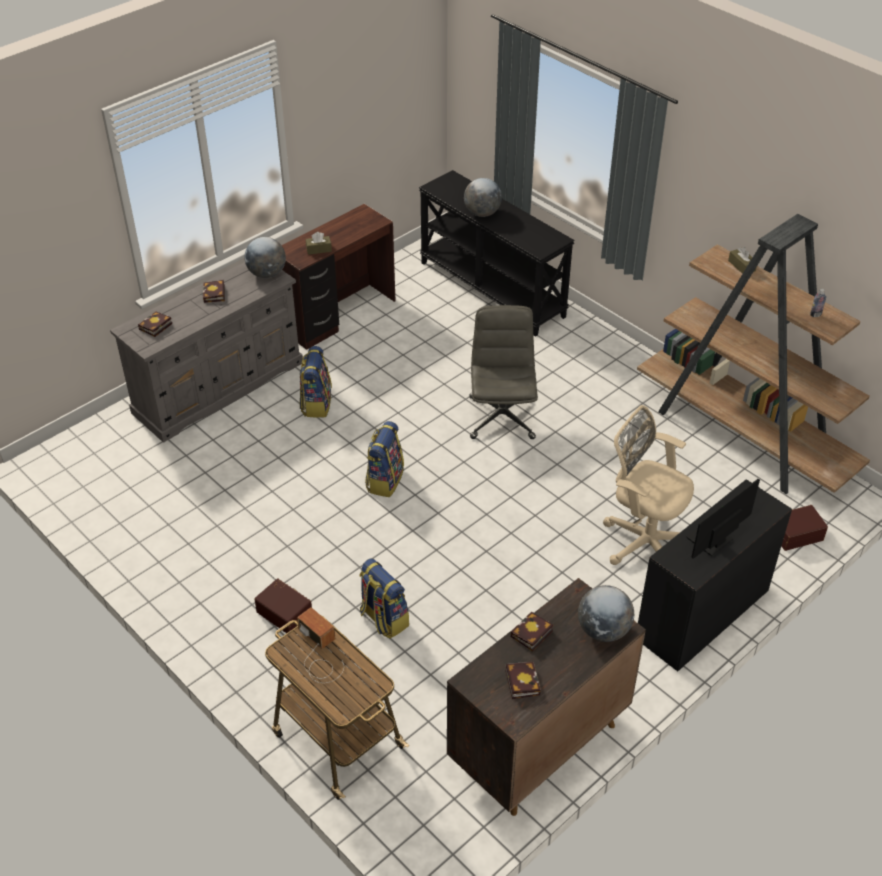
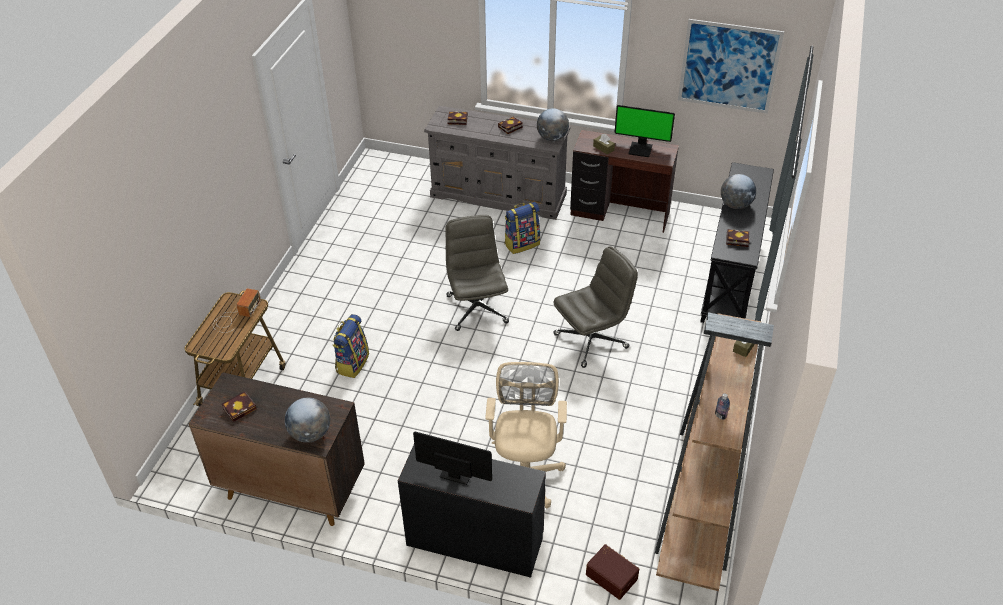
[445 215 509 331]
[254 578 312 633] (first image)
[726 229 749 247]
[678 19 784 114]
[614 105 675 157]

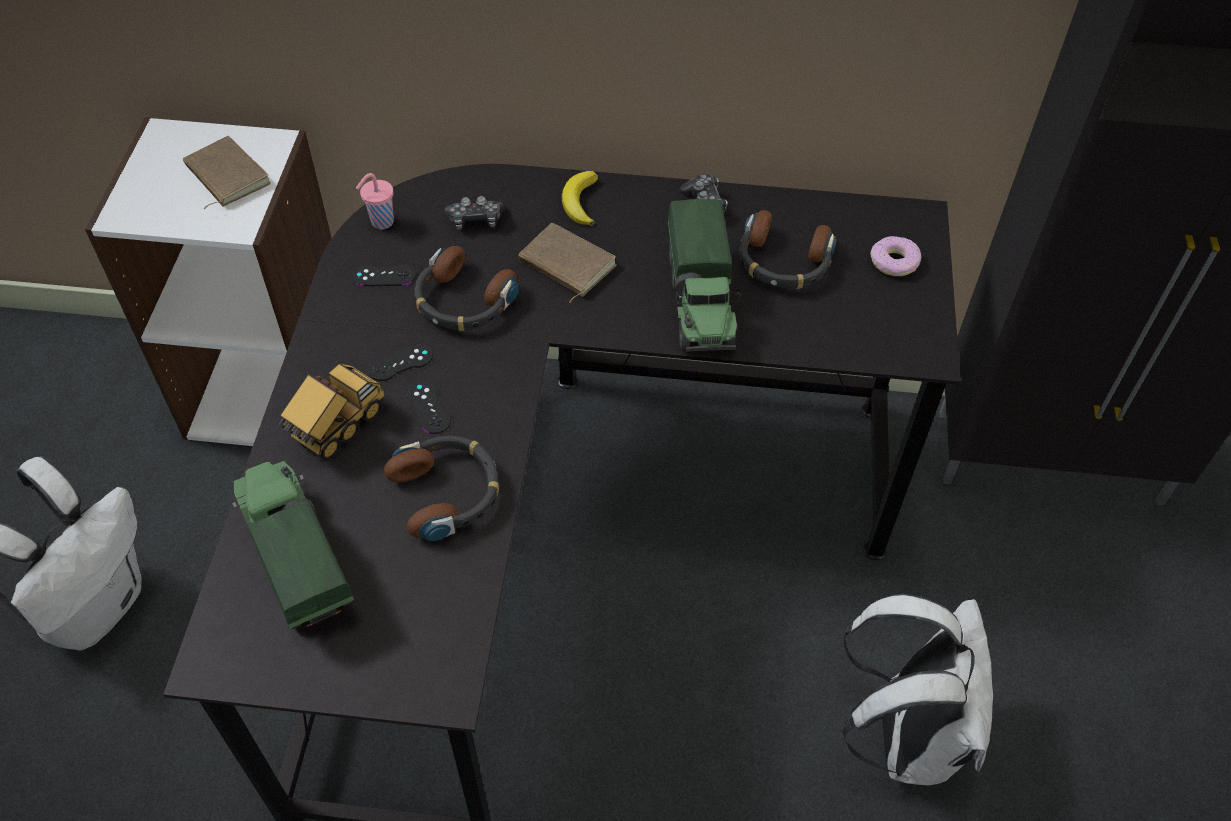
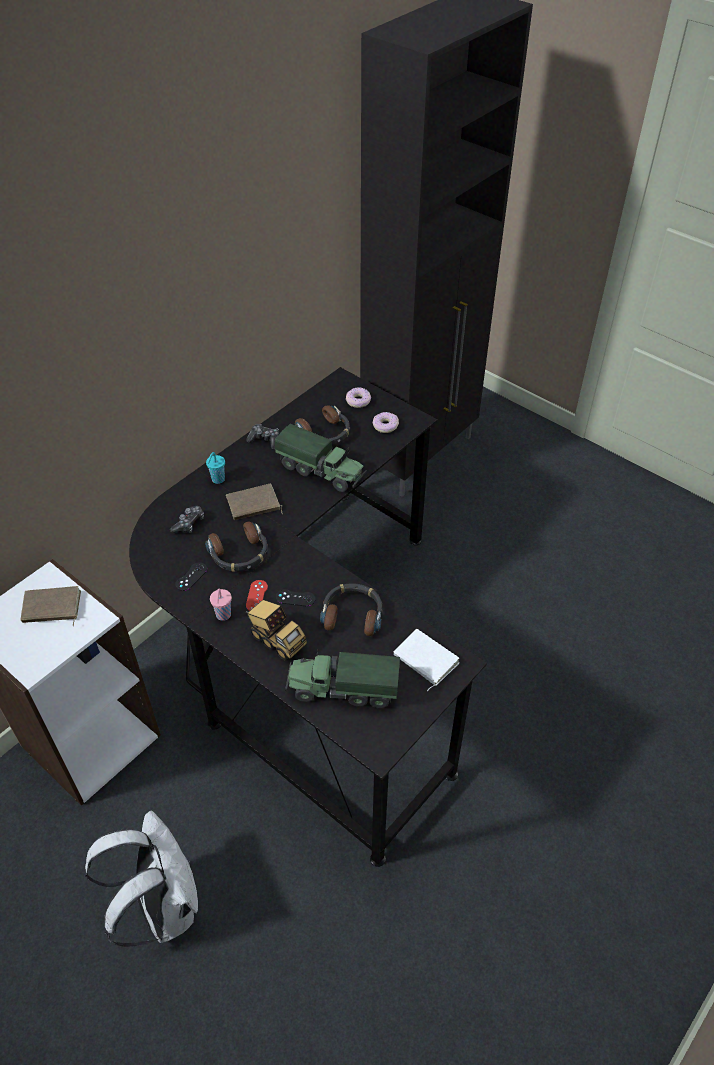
[206 452 225 484]
[210 589 232 621]
[246 580 268 611]
[246 600 307 660]
[842 594 993 786] (first image)
[372 412 399 433]
[394 629 460 692]

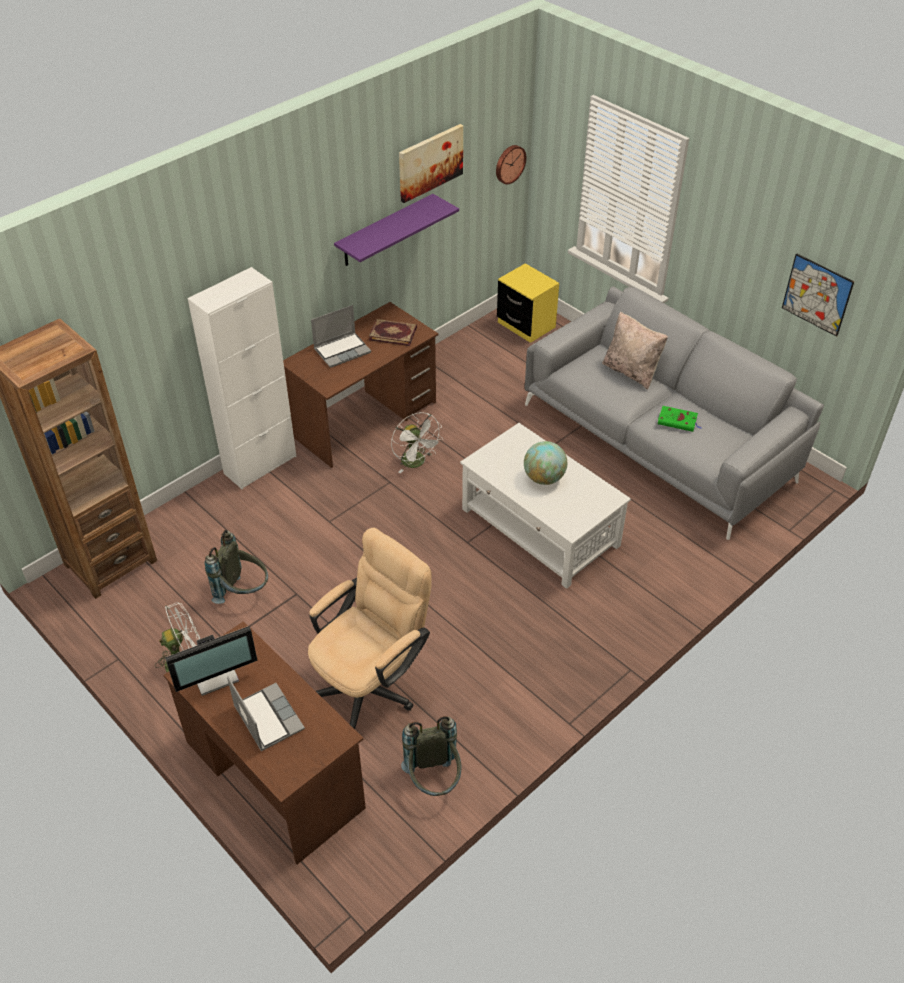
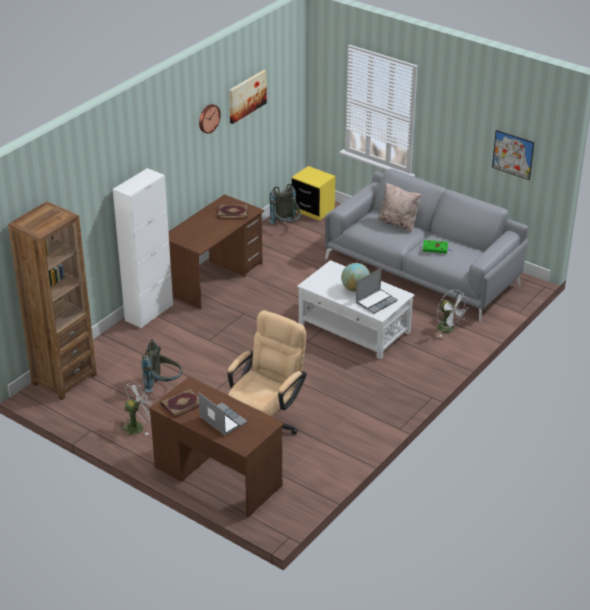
[199 104 221 134]
[334 194 459 266] (first image)
[356 268 398 314]
[437 290 469 337]
[161 389 199 418]
[269 184 301 224]

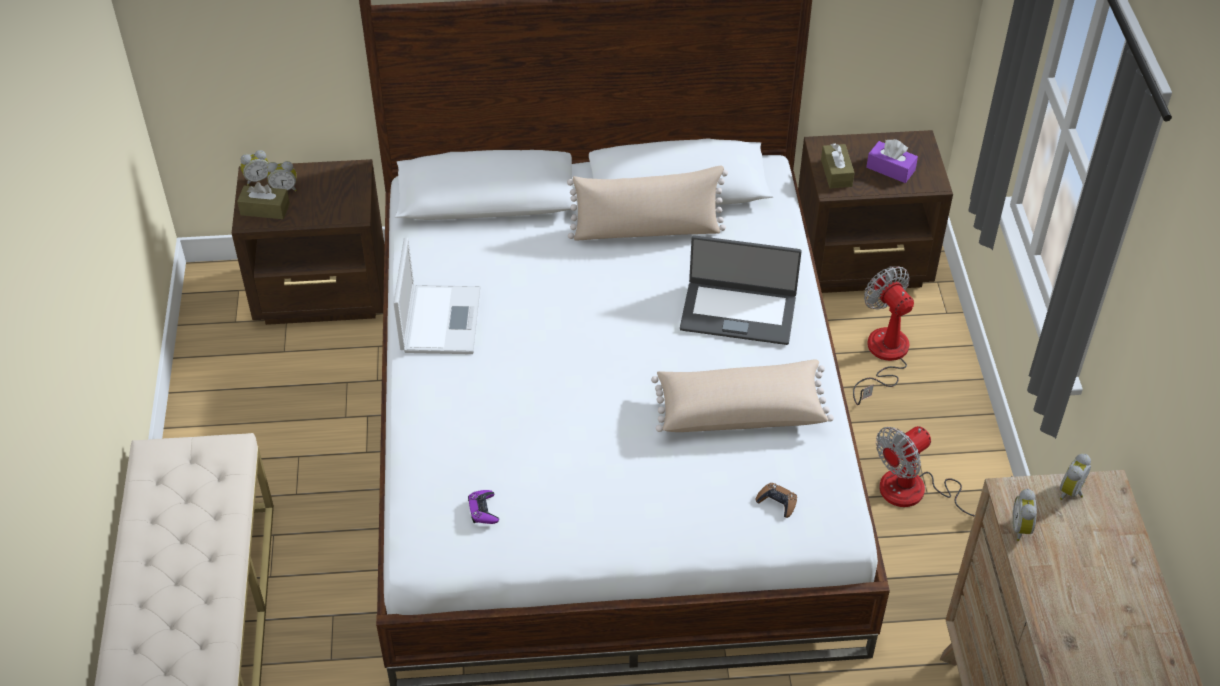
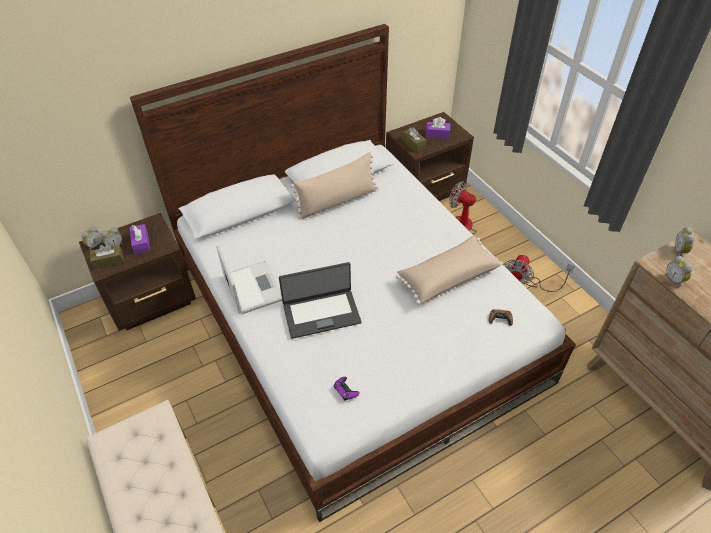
[279 262 362 339]
[130 224 150 254]

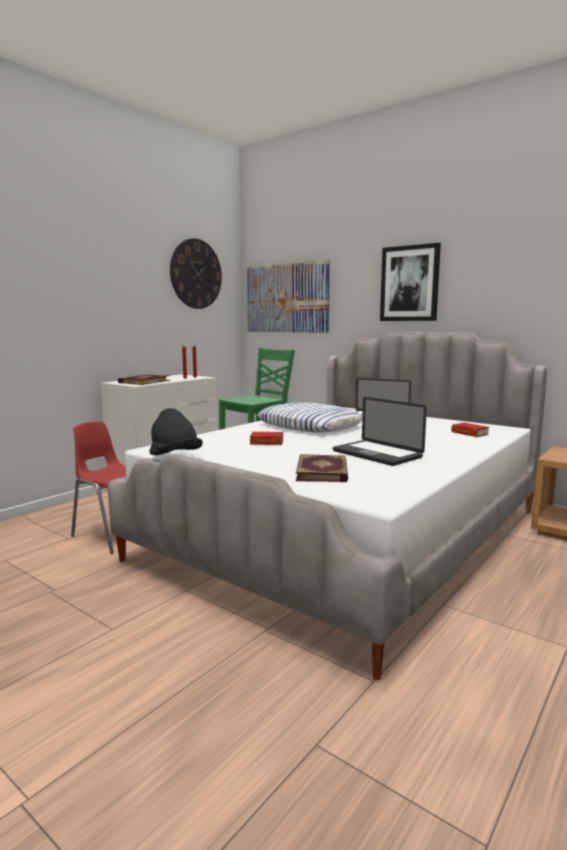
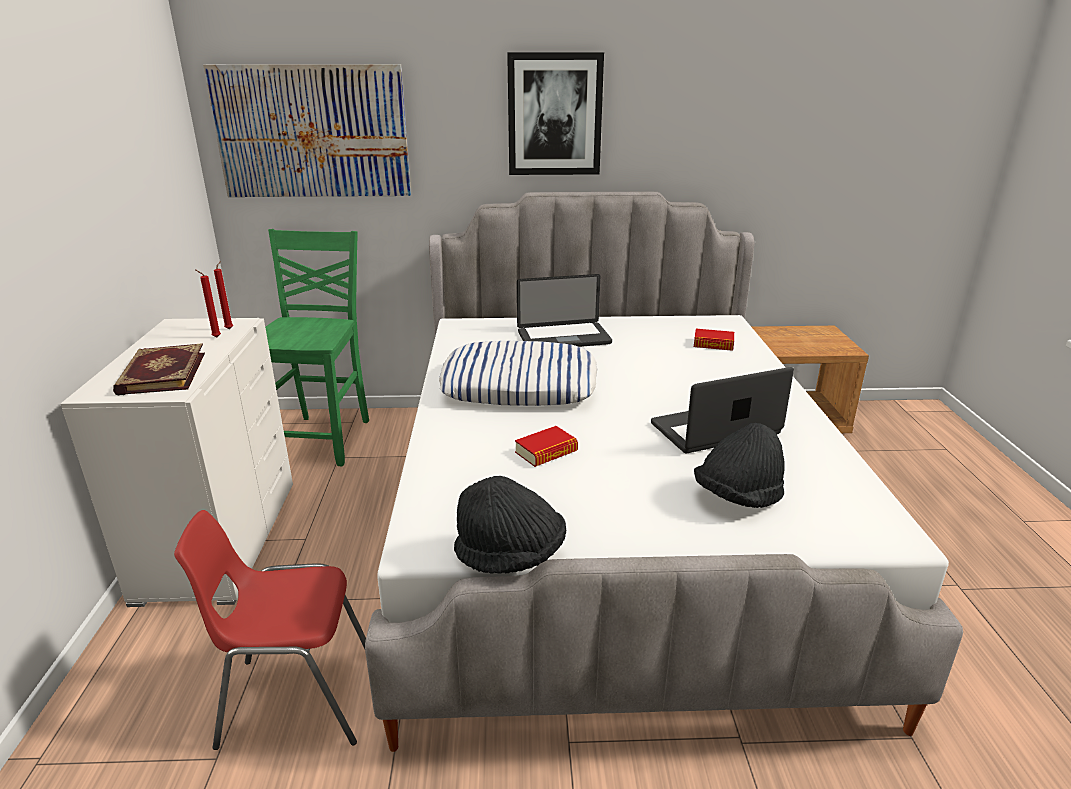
[170 238 222 309] (first image)
[651 367 794 453]
[694 423 785 508]

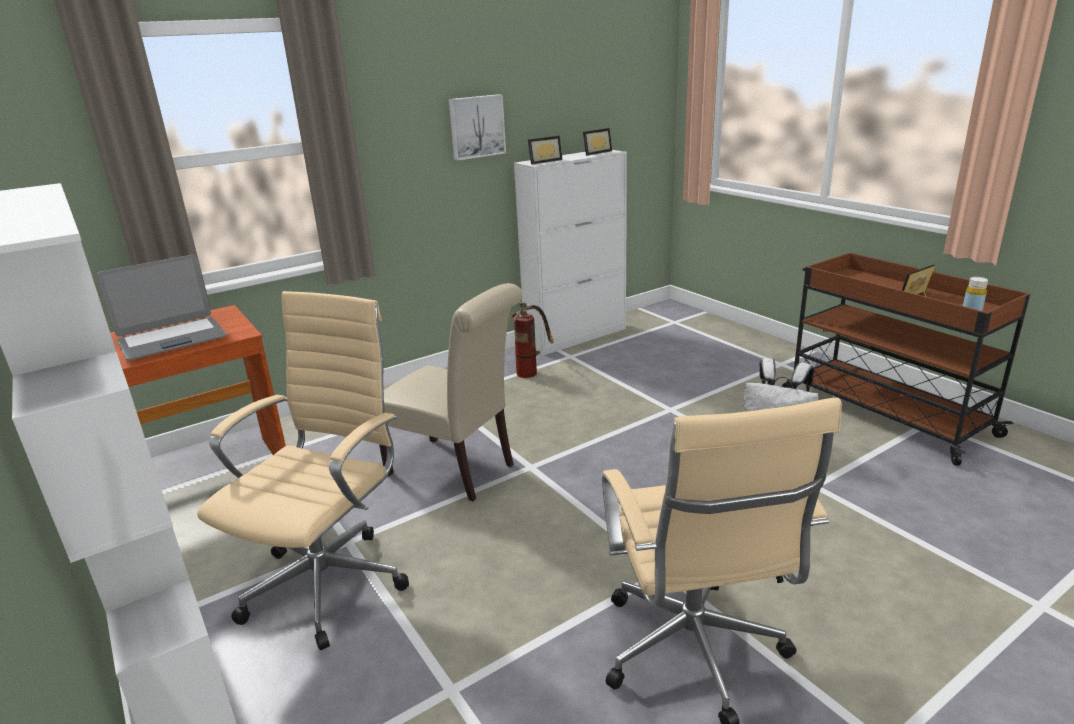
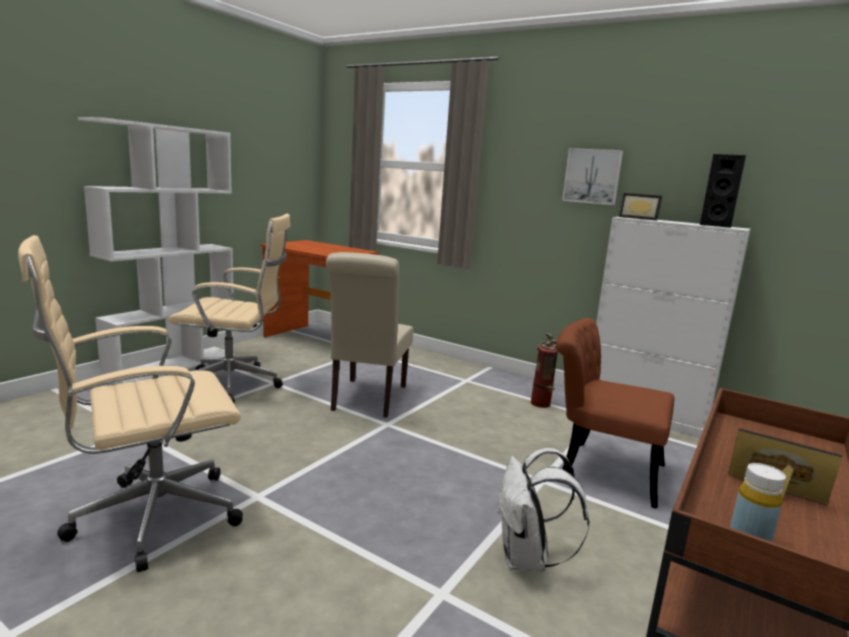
[699 154 746 228]
[97 254 227 360] (first image)
[556 318 674 509]

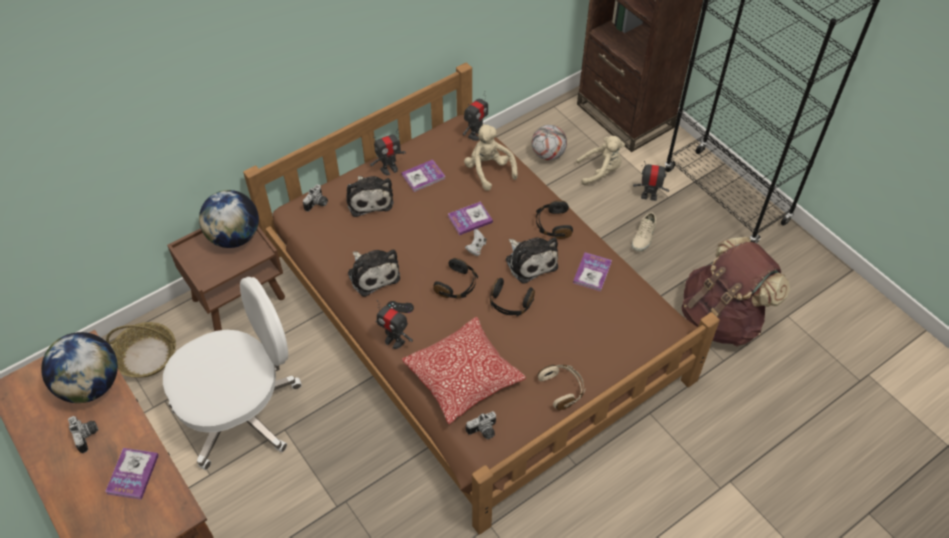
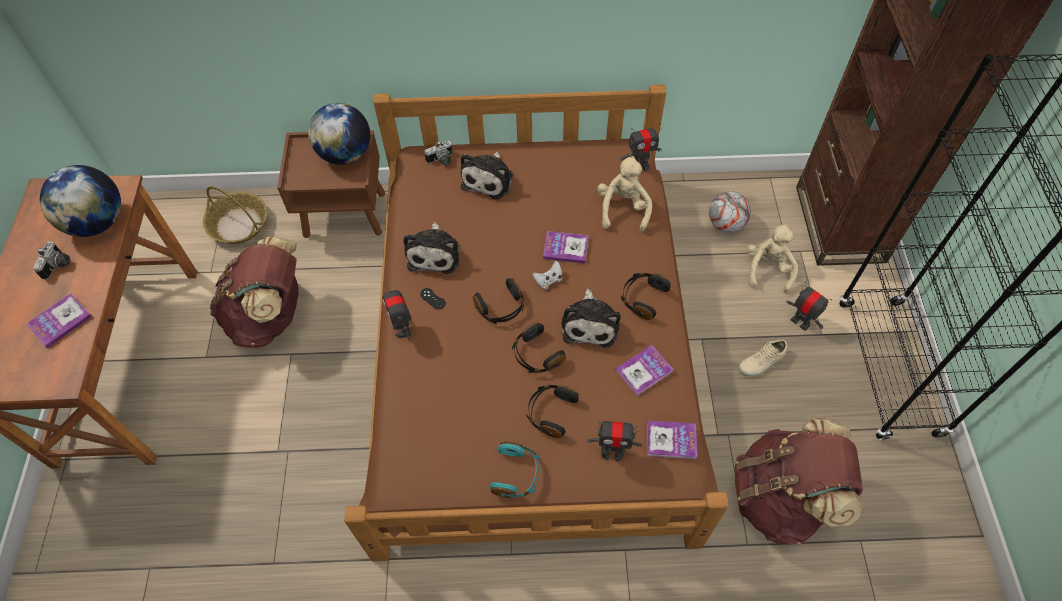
[587 421 642 462]
[747 224 798 293]
[647 420 697 459]
[210 237 299 348]
[402 317 526 424] (first image)
[490 442 541 498]
[466 411 496 439] (first image)
[526 385 579 438]

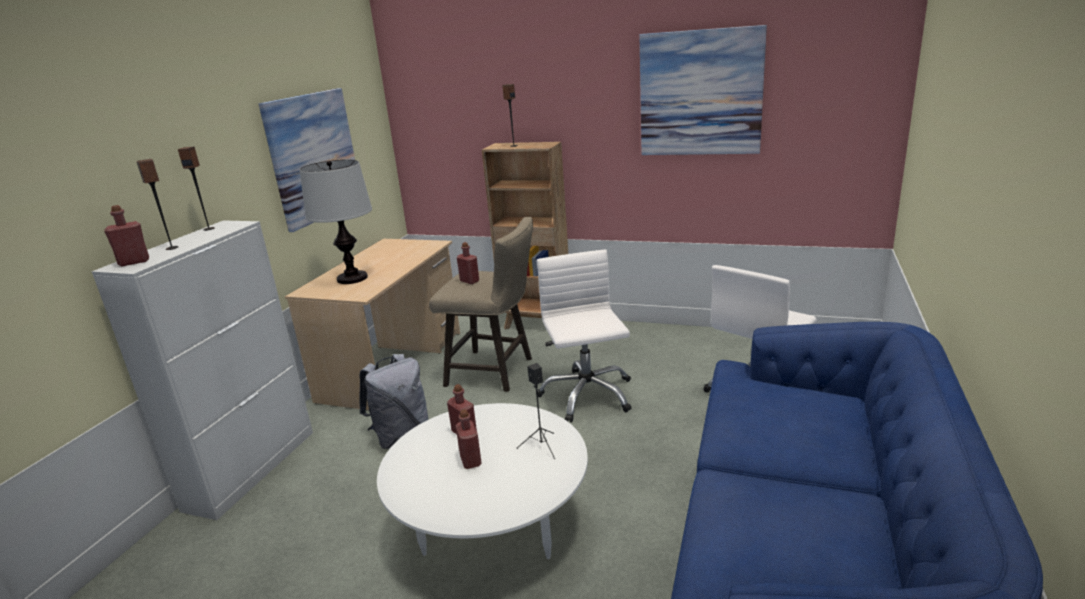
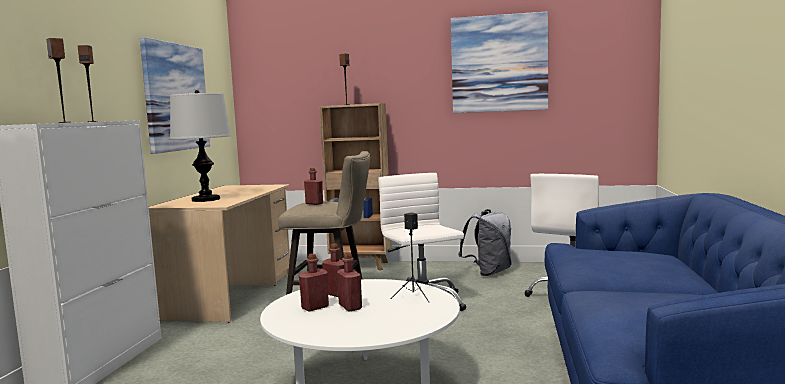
[299 253 329 312]
[458 209 512 276]

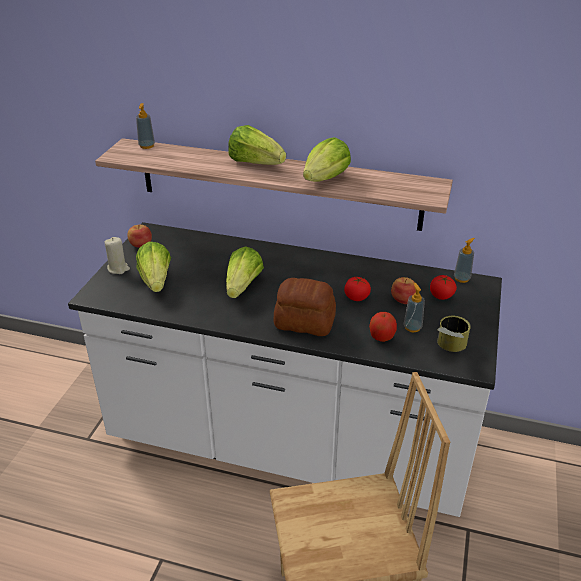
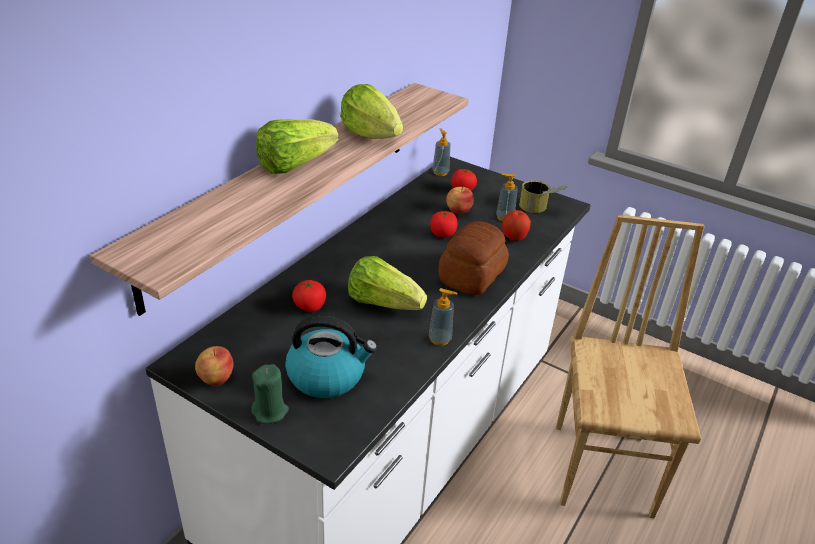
[429 288 458 346]
[251 364 289 424]
[285 316 377 398]
[292 280 326 312]

